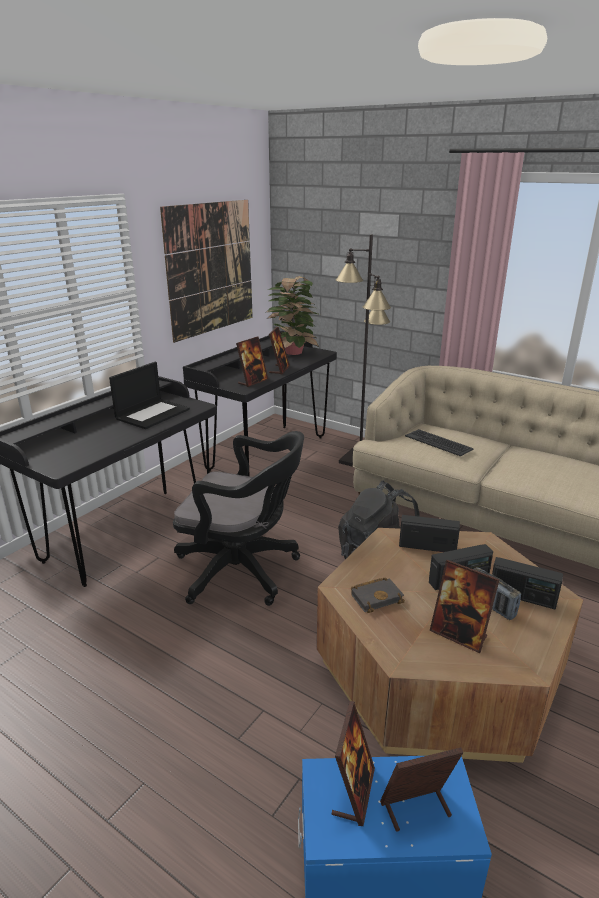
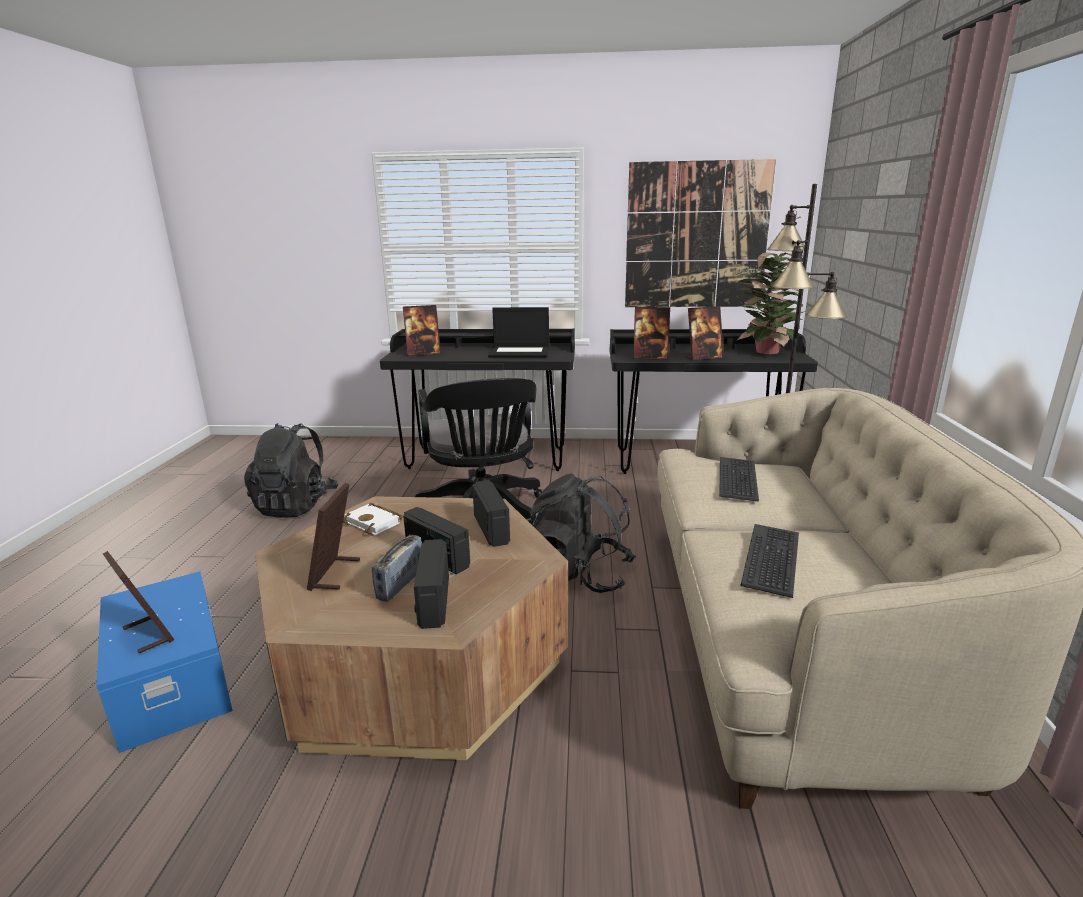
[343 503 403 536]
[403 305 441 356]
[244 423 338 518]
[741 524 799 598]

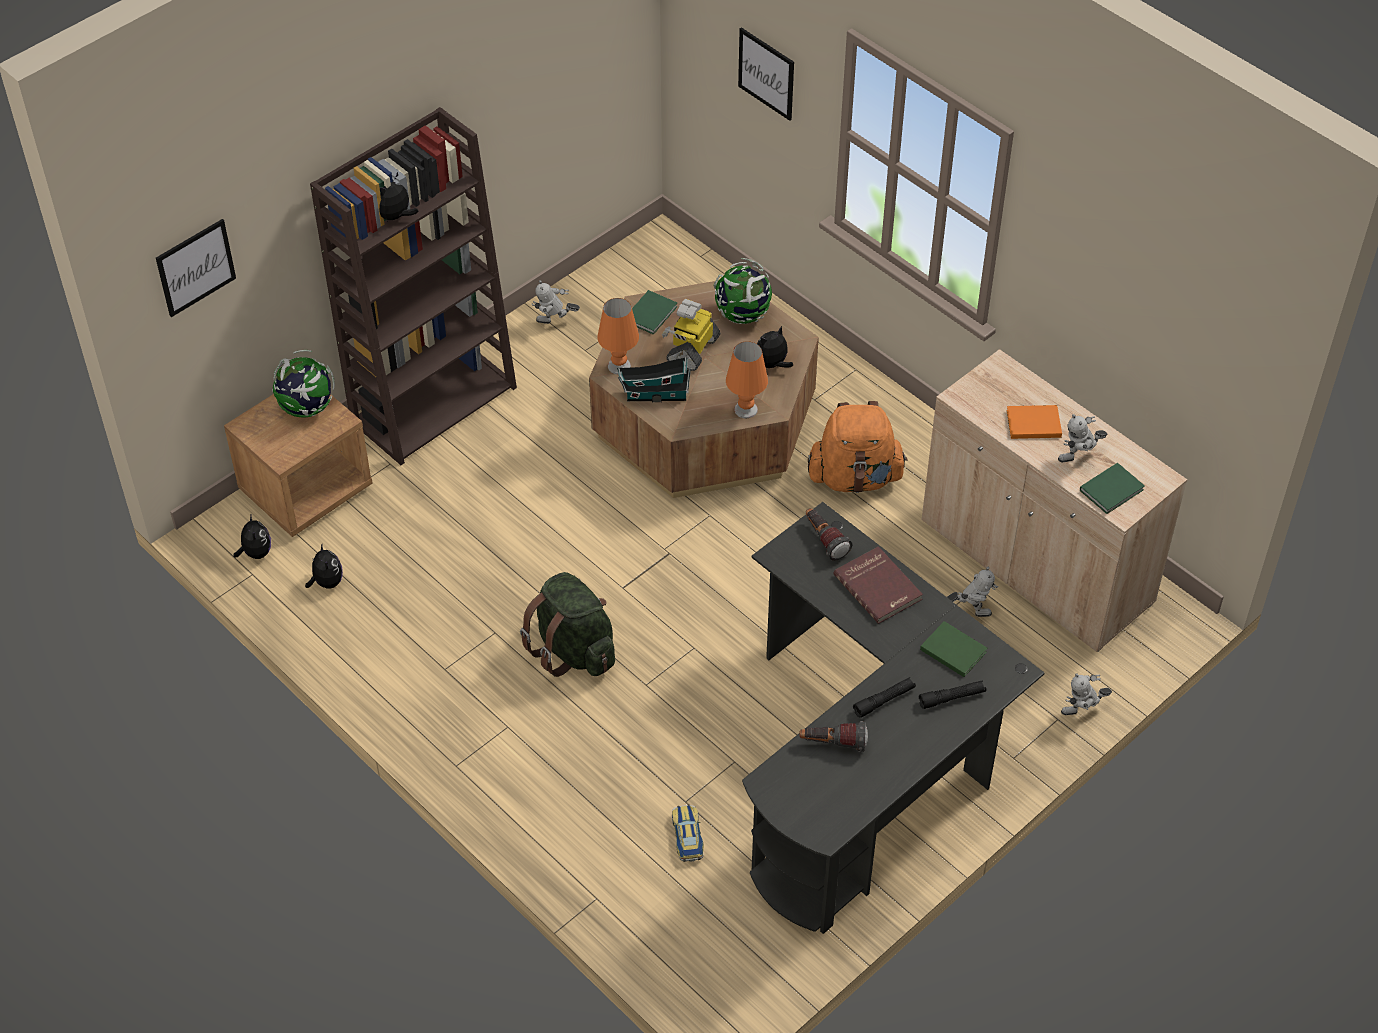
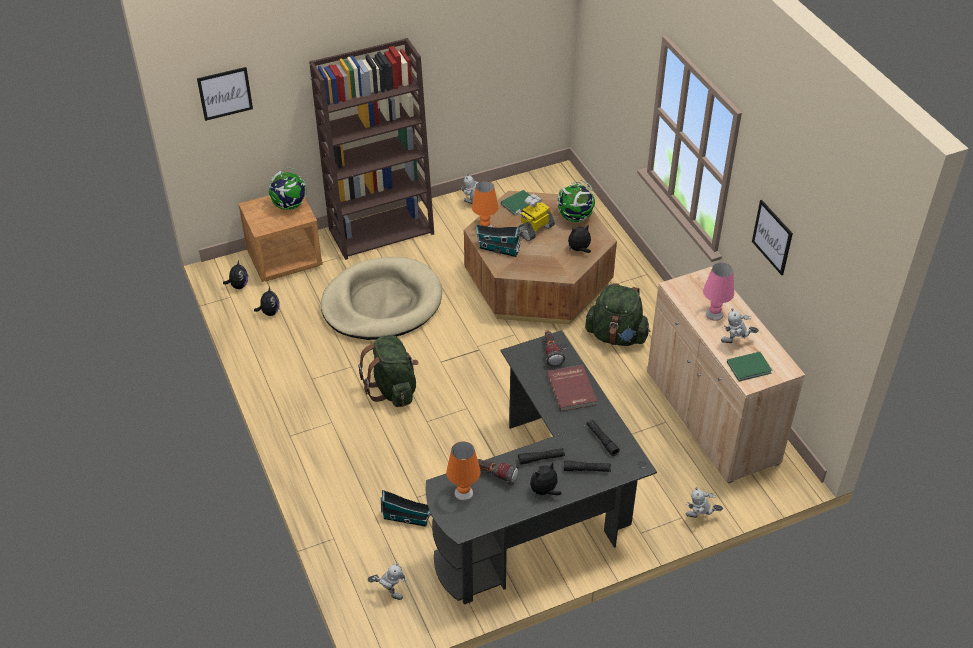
[752 200 793 275]
[530 462 562 496]
[446 441 481 501]
[585 283 650 346]
[703 263 734 321]
[368 563 406 600]
[587 420 620 456]
[381 490 431 527]
[321 257 442 340]

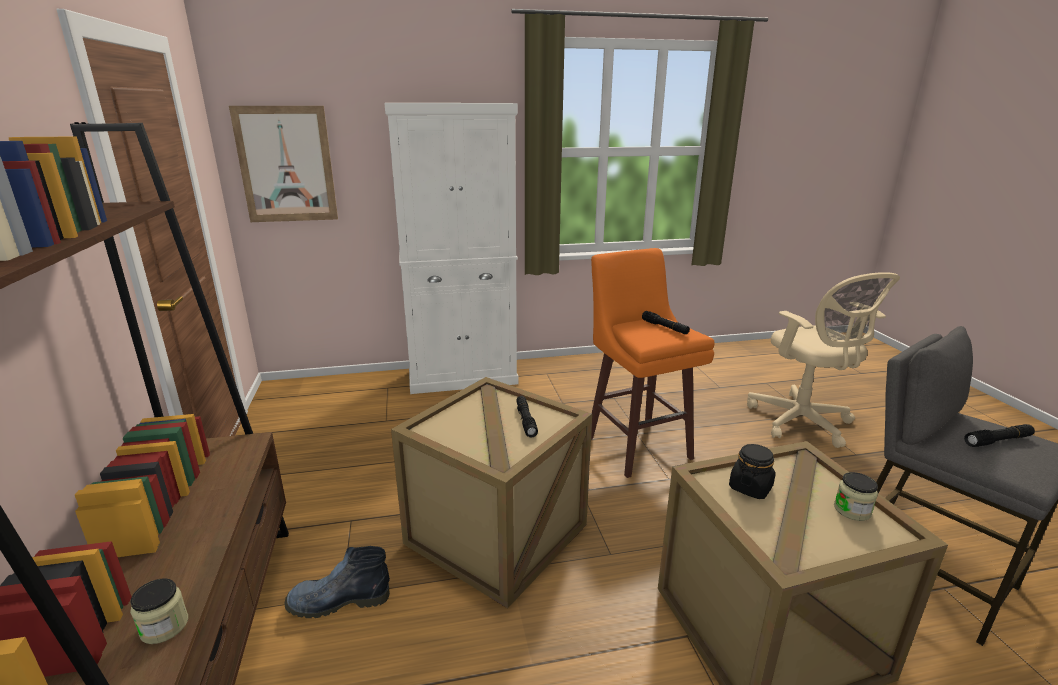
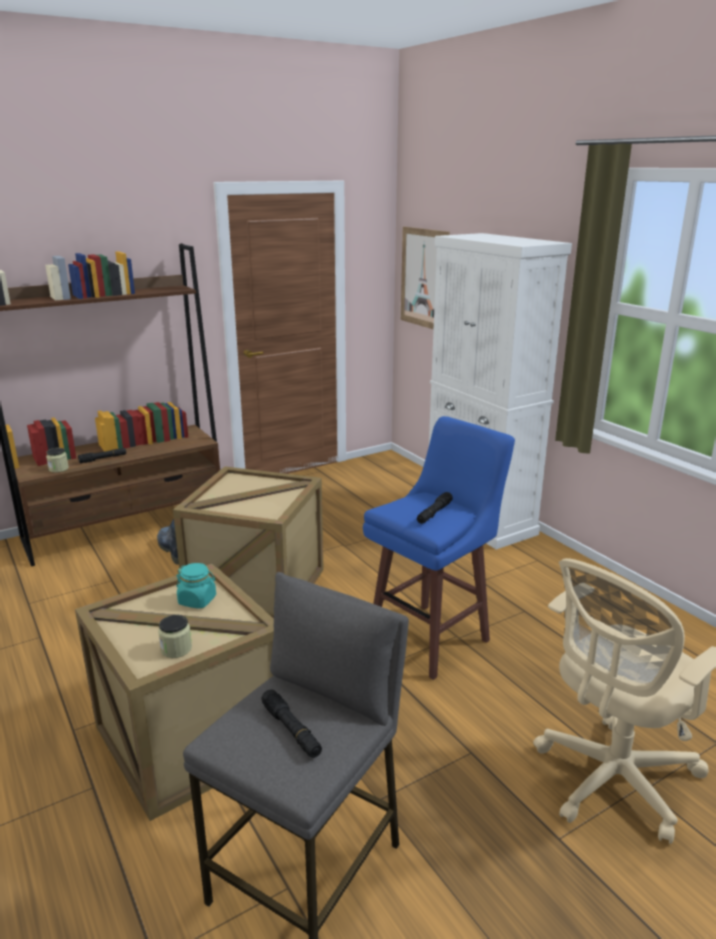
[363 416 515 680]
[78 448 126 463]
[176 563 216 609]

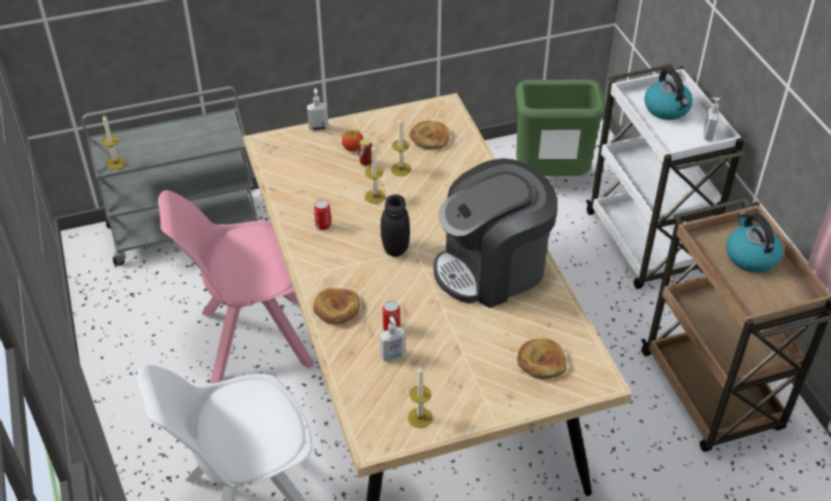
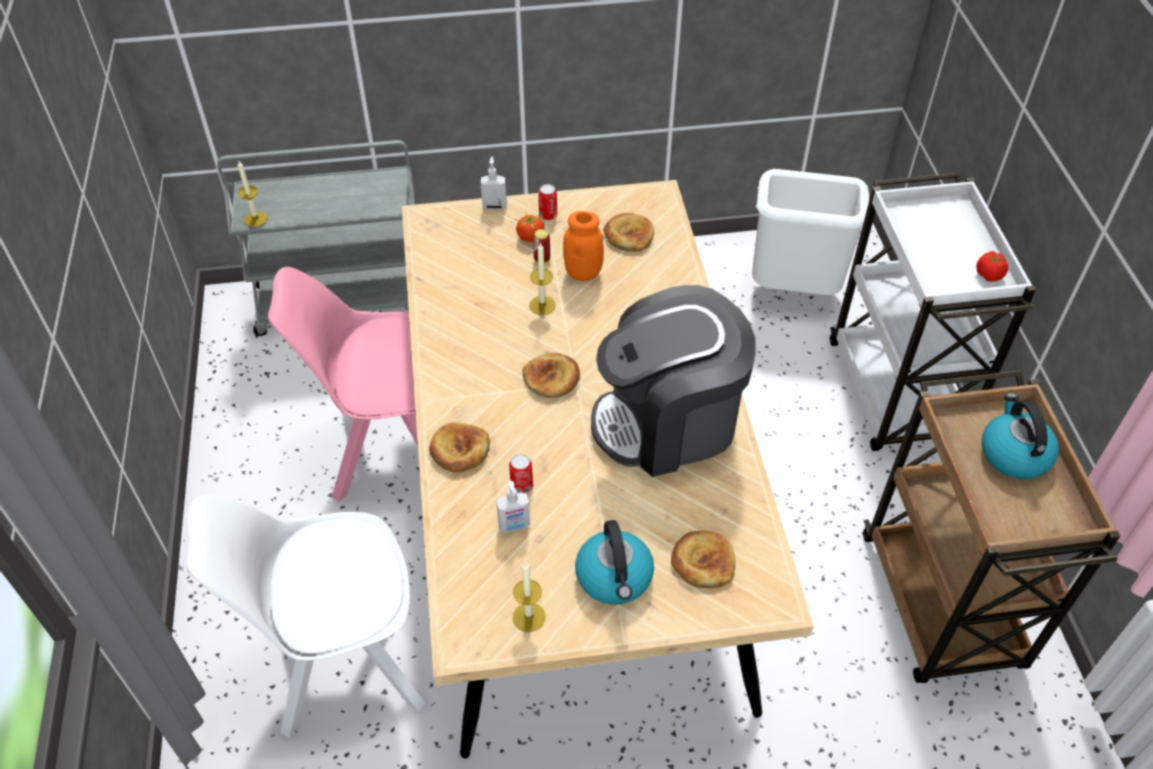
[575 520 654 605]
[752 169 869 295]
[976 251 1008 282]
[563 211 604 281]
[523 353 580 398]
[538 184 557 220]

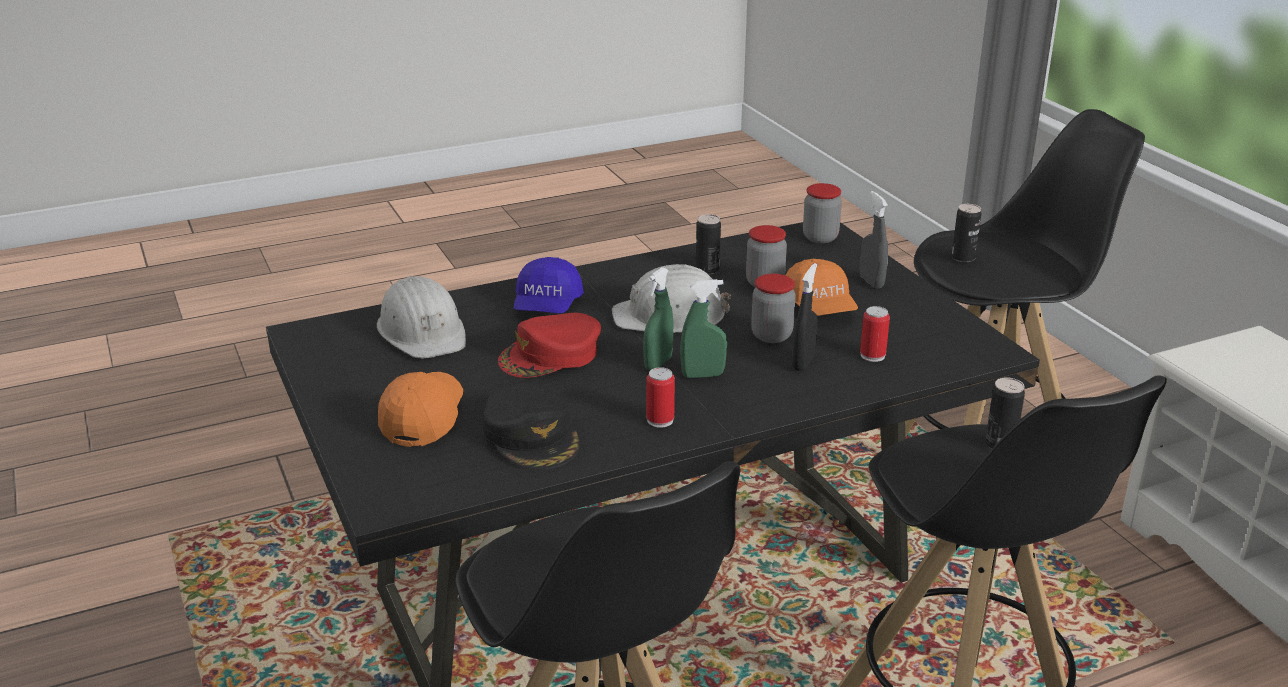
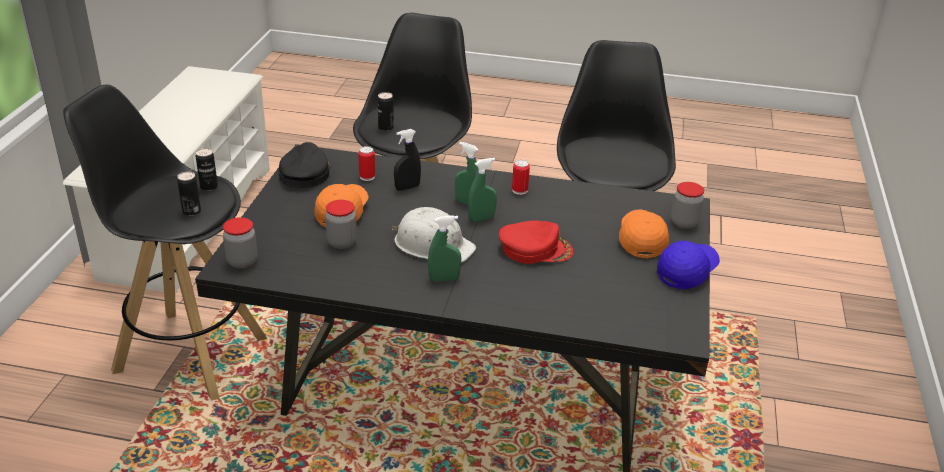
[859 191 888 289] (first image)
[196 148 218 191]
[657 241 720 289]
[671 182 704 229]
[377 276 466 359] (first image)
[619 209 669 258]
[278 142 331 188]
[428 215 461 282]

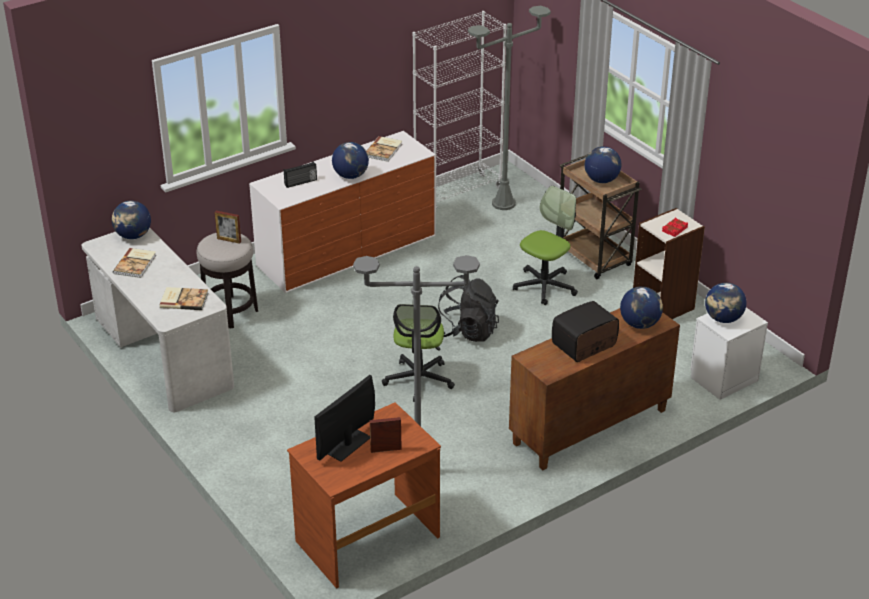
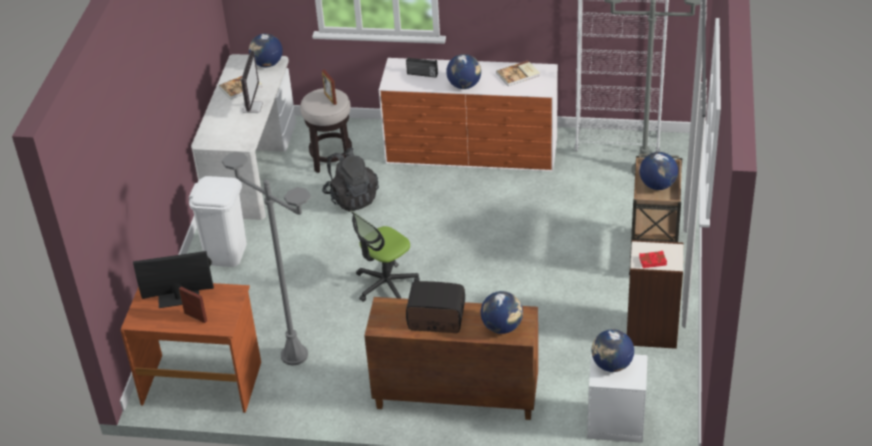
[513 186 578 305] (first image)
[322 148 379 212]
[160 287 208 310] (first image)
[241 50 263 113]
[189 176 247 267]

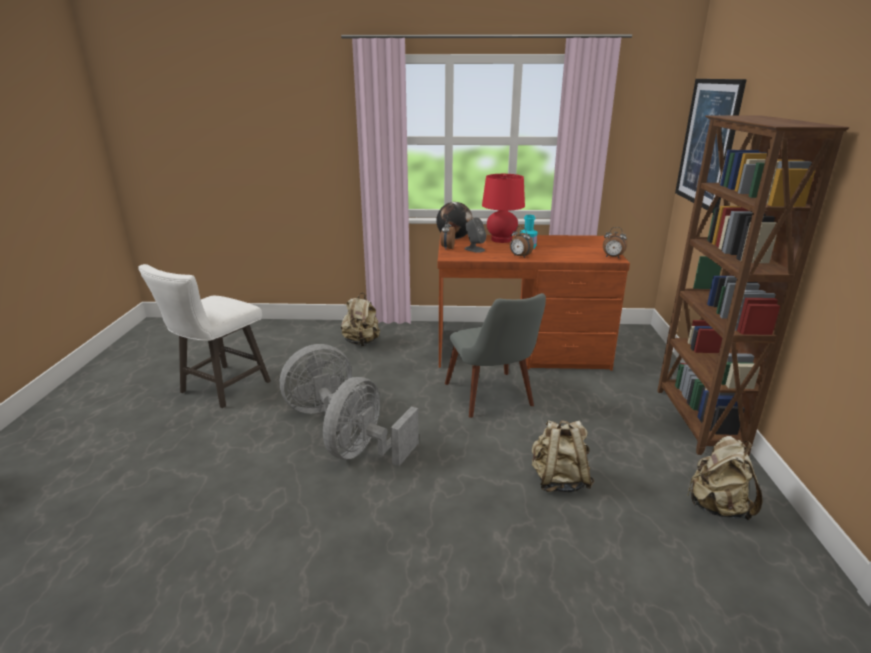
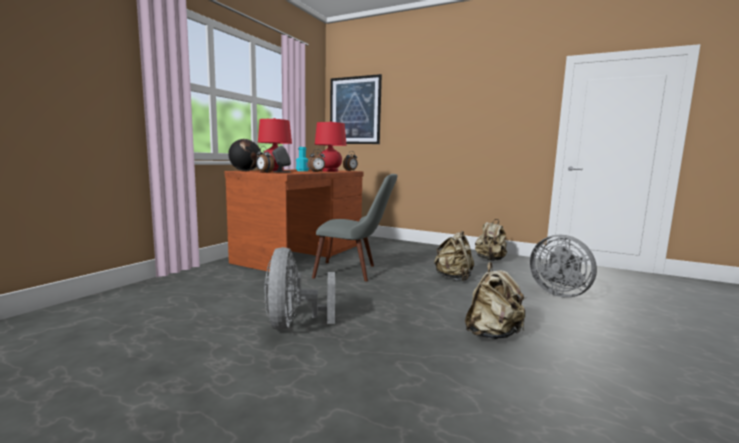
[657 115 849 456] (first image)
[138 264 271 408] (first image)
[465 262 526 339]
[530 235 597 298]
[315 121 347 172]

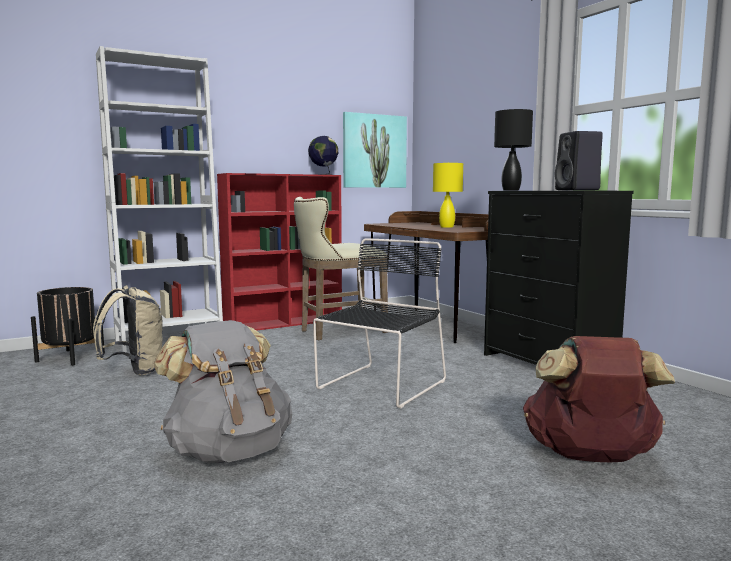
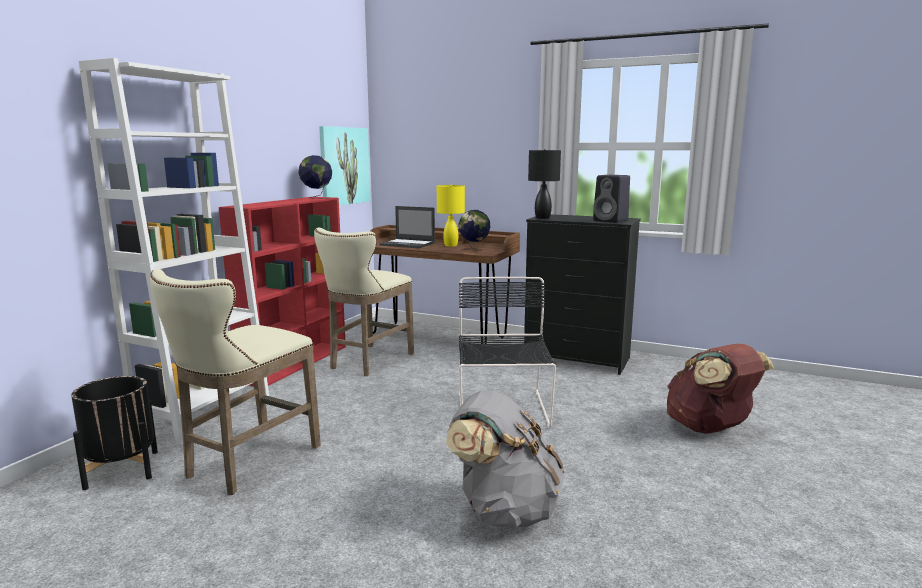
[150 269 321 495]
[379 206 435 248]
[458 210 491 251]

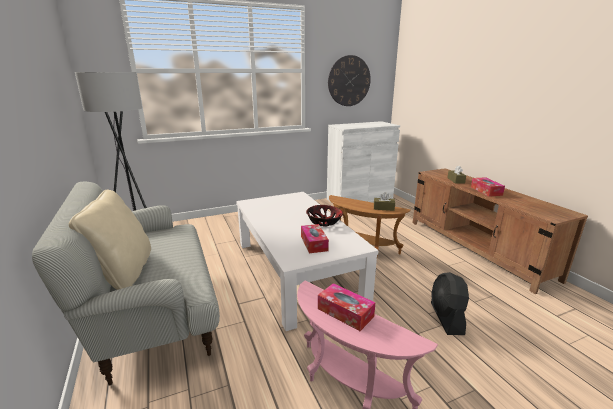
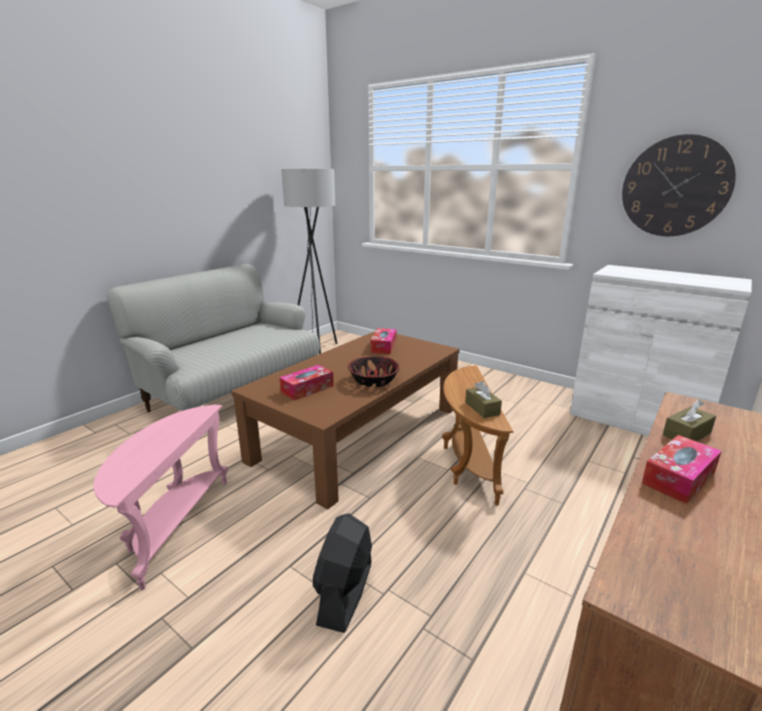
[69 189 151 290] (first image)
[231 331 460 510]
[313 513 372 633]
[371 328 396 354]

